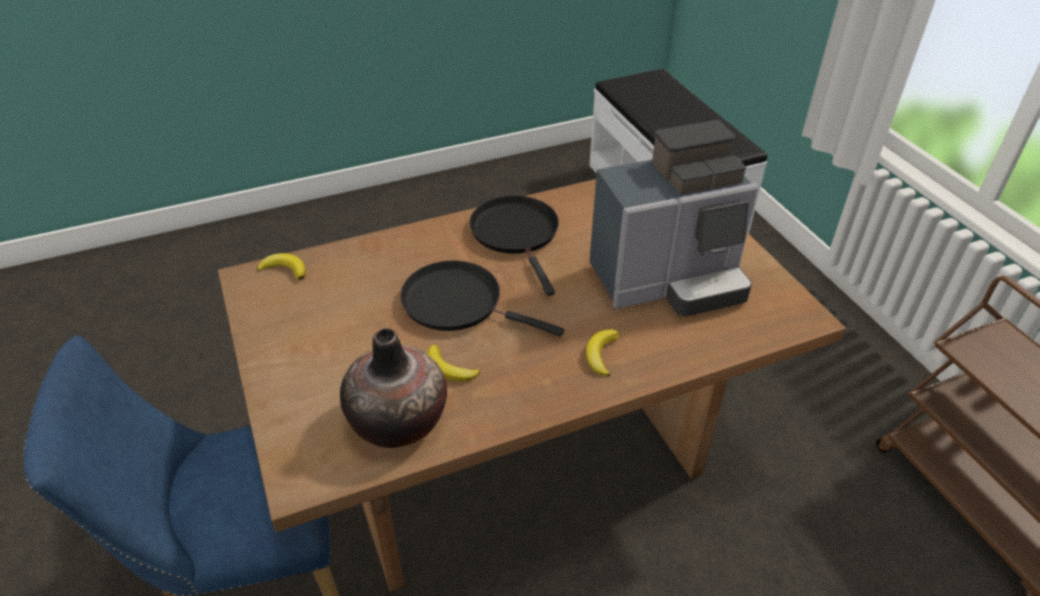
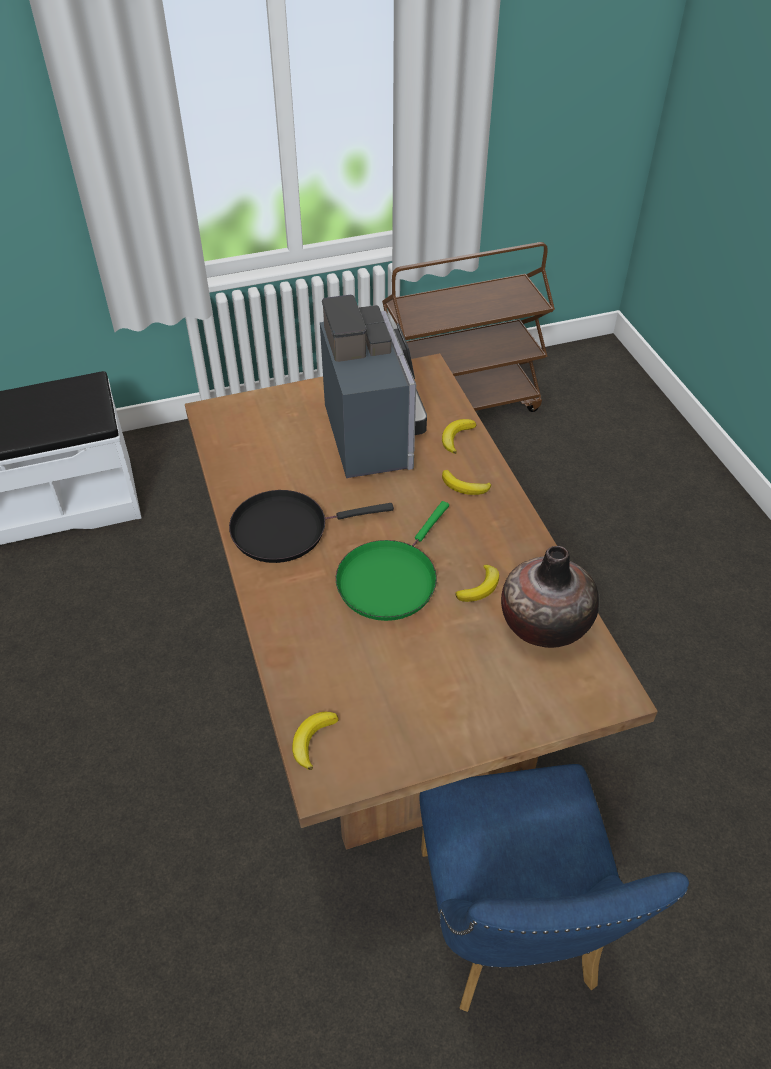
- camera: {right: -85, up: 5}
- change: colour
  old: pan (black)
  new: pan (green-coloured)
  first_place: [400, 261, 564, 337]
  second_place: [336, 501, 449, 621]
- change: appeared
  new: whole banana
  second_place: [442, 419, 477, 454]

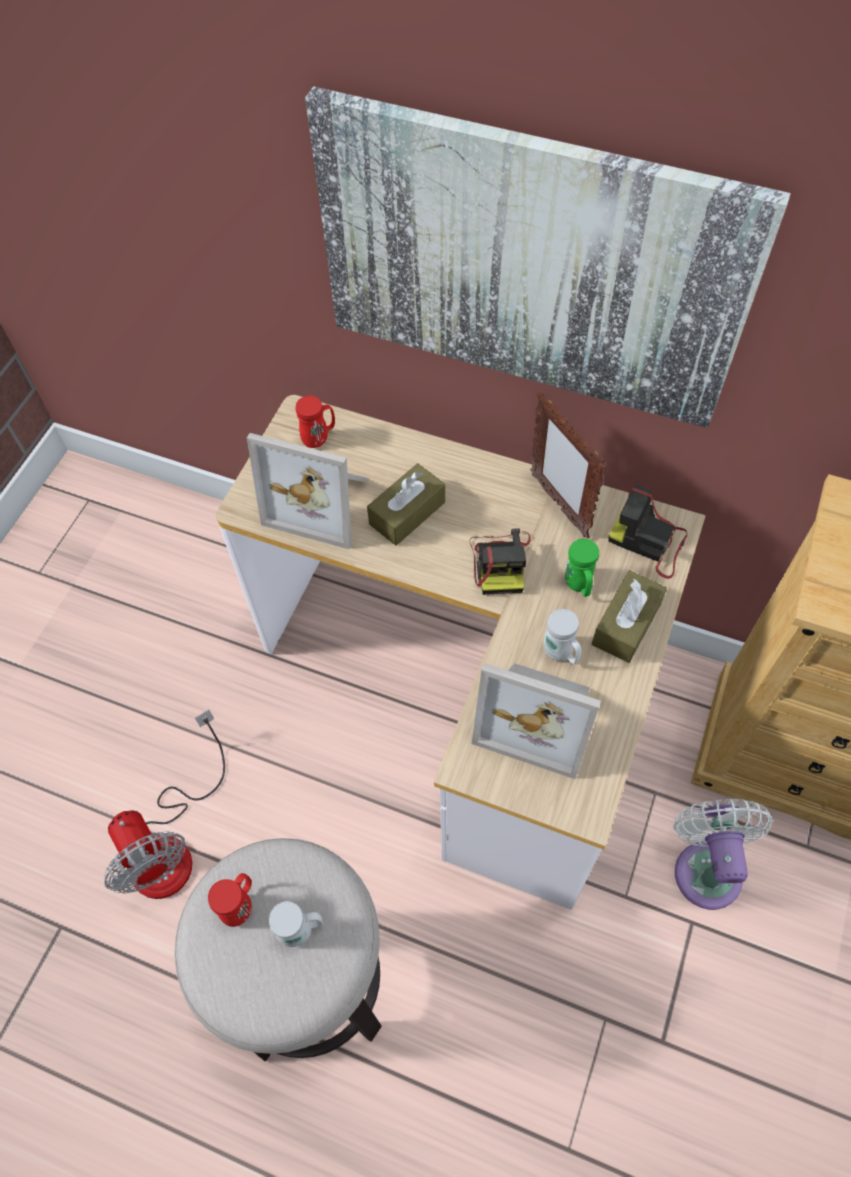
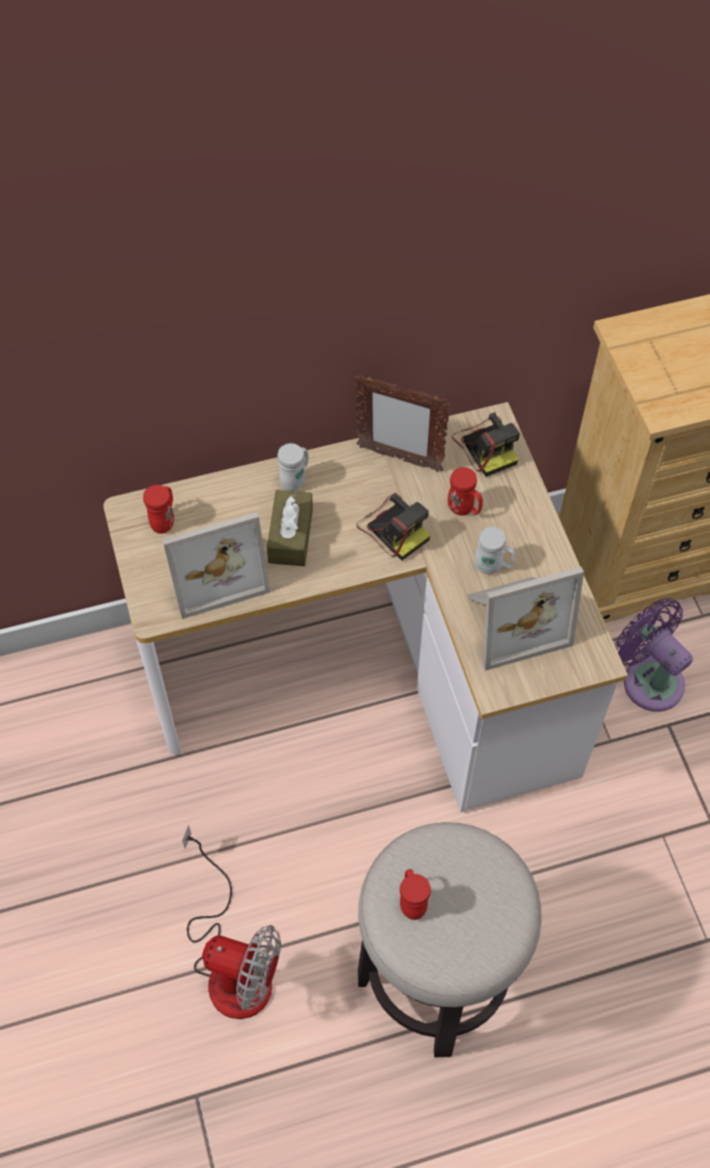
- camera: {right: -40, up: 0}
- change: relocated
  old: tea mug (white-coloured)
  first_place: [269, 901, 323, 947]
  second_place: [277, 443, 309, 491]
- change: colour
  old: tea mug (green-coloured)
  new: tea mug (reddish)
  first_place: [565, 539, 599, 597]
  second_place: [448, 467, 483, 516]
- change: spun
  old: still camera
  first_place: [609, 484, 688, 579]
  second_place: [452, 412, 520, 477]
  degrees: -105
- change: colour
  old: cooling fan (white-coloured)
  new: cooling fan (purple)
  first_place: [673, 799, 773, 910]
  second_place: [615, 598, 693, 712]
- change: missing
  old: wall picture
  first_place: [305, 86, 791, 428]
- change: missing
  old: box of tissues (brown-coloured)
  first_place: [592, 570, 667, 663]

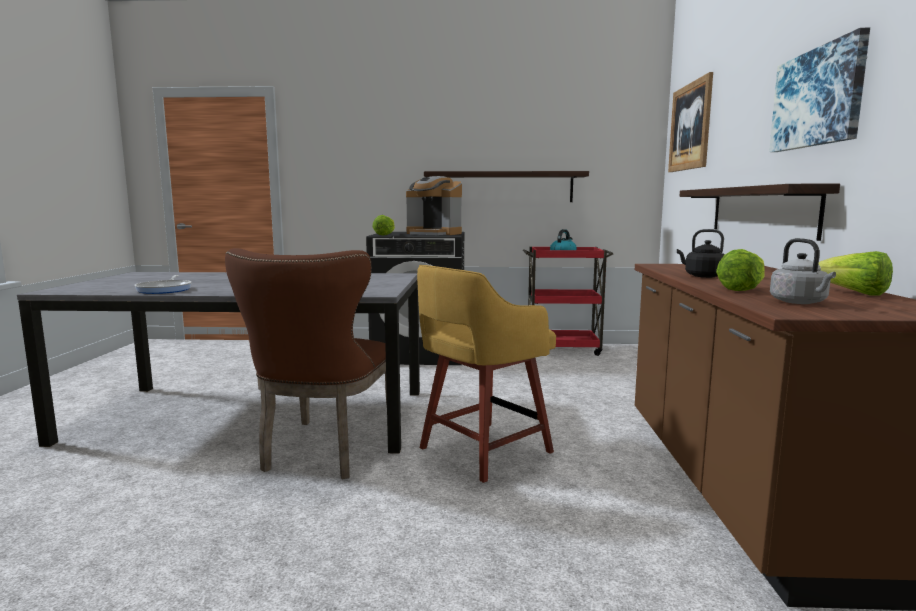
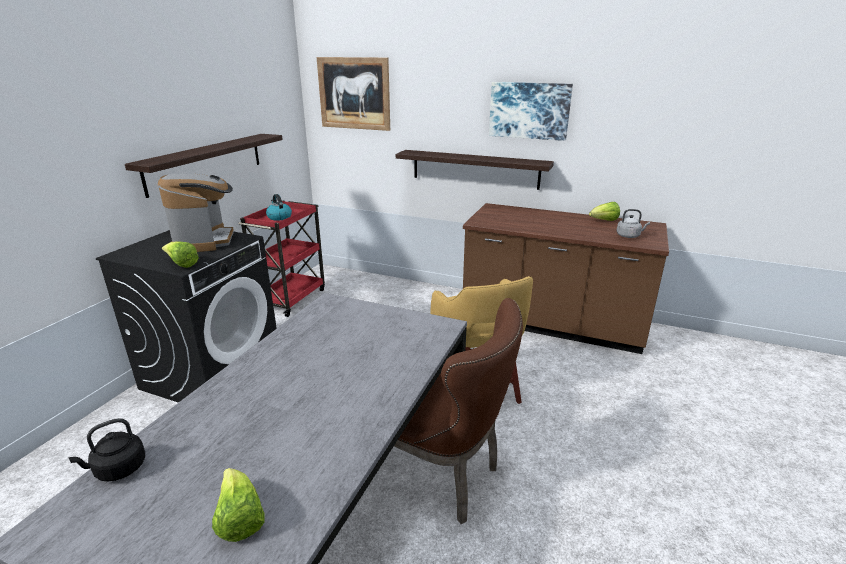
- camera: {right: -70, up: 15}
- change: relocated
  old: tea kettle (black)
  first_place: [677, 229, 725, 278]
  second_place: [68, 418, 145, 482]
- change: spun
  old: coffee brewer
  first_place: [406, 176, 462, 235]
  second_place: [158, 174, 234, 252]
  degrees: -60
- change: relocated
  old: lettuce head
  first_place: [716, 249, 765, 291]
  second_place: [212, 468, 265, 542]
- change: missing
  old: pan
  first_place: [134, 275, 192, 294]

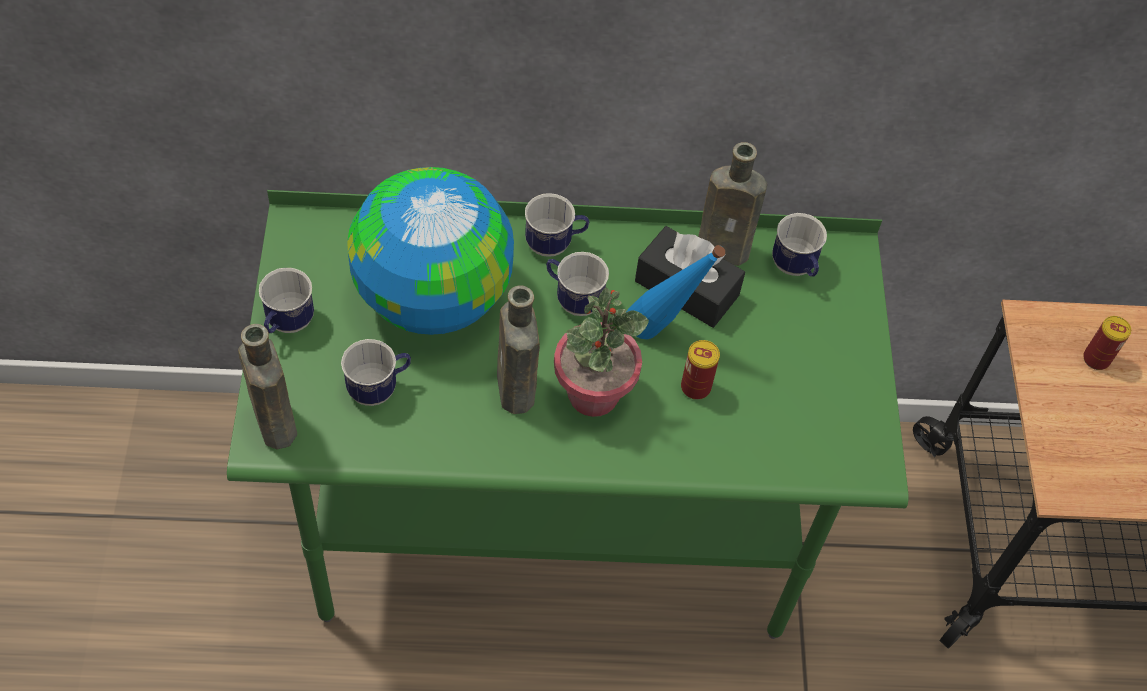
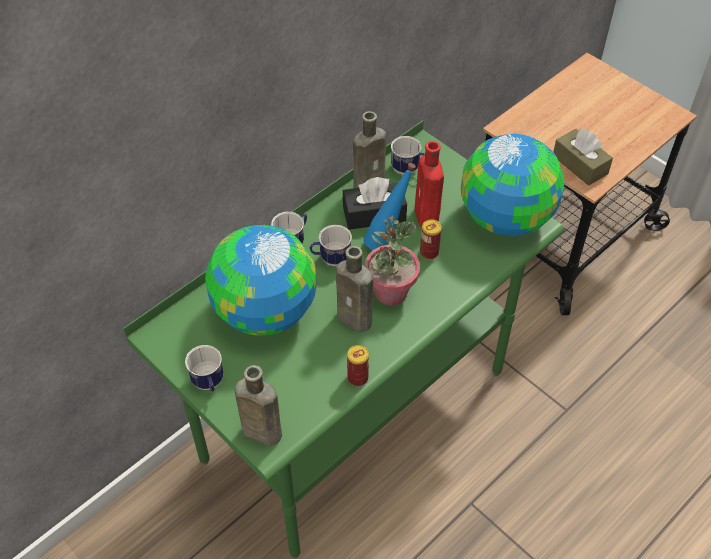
- camera: {right: -40, up: -5}
- change: relocated
  old: sealed can
  first_place: [1083, 316, 1131, 370]
  second_place: [347, 345, 369, 386]
- change: appeared
  new: beverage bottle (reddish)
  second_place: [414, 141, 444, 227]
- change: appeared
  new: desk globe
  second_place: [461, 134, 565, 236]
- change: appeared
  new: box of tissues (brown-coloured)
  second_place: [553, 128, 613, 186]
- change: missing
  old: tea mug
  first_place: [341, 339, 411, 406]

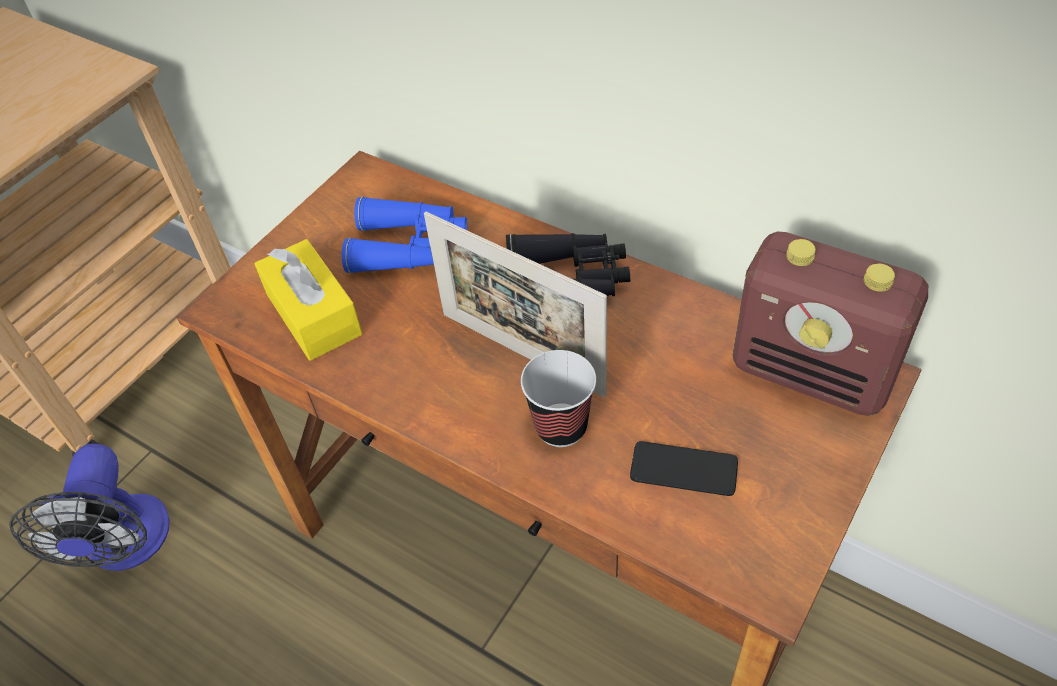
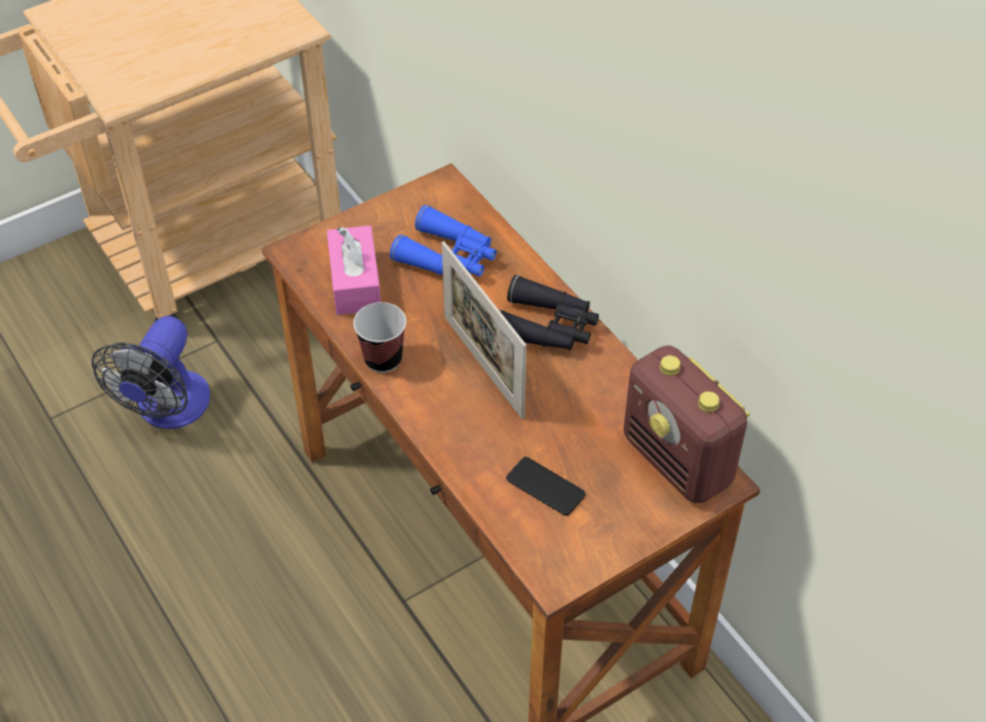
- camera: {right: 20, up: 0}
- change: colour
  old: box of tissues (yellowish)
  new: box of tissues (pink-coloured)
  first_place: [255, 239, 363, 361]
  second_place: [327, 225, 381, 315]
- change: relocated
  old: drinking cup
  first_place: [521, 350, 596, 447]
  second_place: [353, 302, 406, 373]

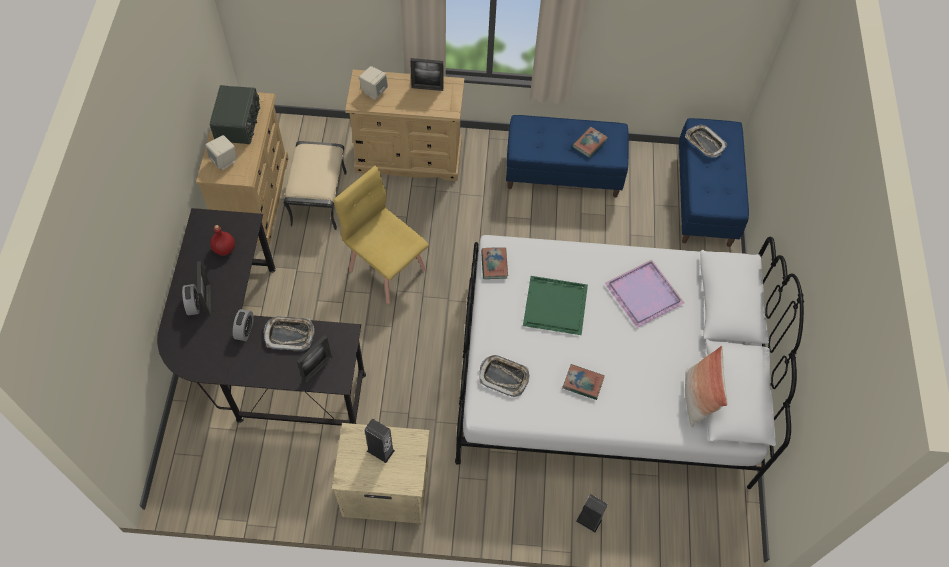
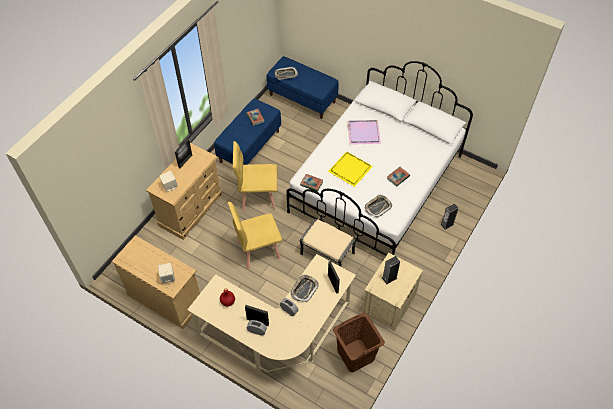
- camera: {right: -60, up: -5}
- change: colour
  old: desk (black)
  new: desk (beige-coloured)
  first_place: [157, 208, 366, 426]
  second_place: [187, 254, 356, 375]
- change: appeared
  new: plain chair (yellowish)
  second_place: [233, 141, 278, 211]
- change: relocated
  old: ottoman (beige-coloured)
  first_place: [284, 141, 347, 230]
  second_place: [300, 218, 357, 267]
- change: colour
  old: serving tray (green-coloured)
  new: serving tray (yellowish)
  first_place: [523, 276, 588, 335]
  second_place: [328, 151, 373, 187]
- change: appeared
  new: washing basket (brown-coloured)
  second_place: [333, 313, 385, 372]
- change: missing
  old: radio receiver
  first_place: [210, 85, 260, 144]
- change: missing
  old: pillow
  first_place: [685, 346, 728, 427]

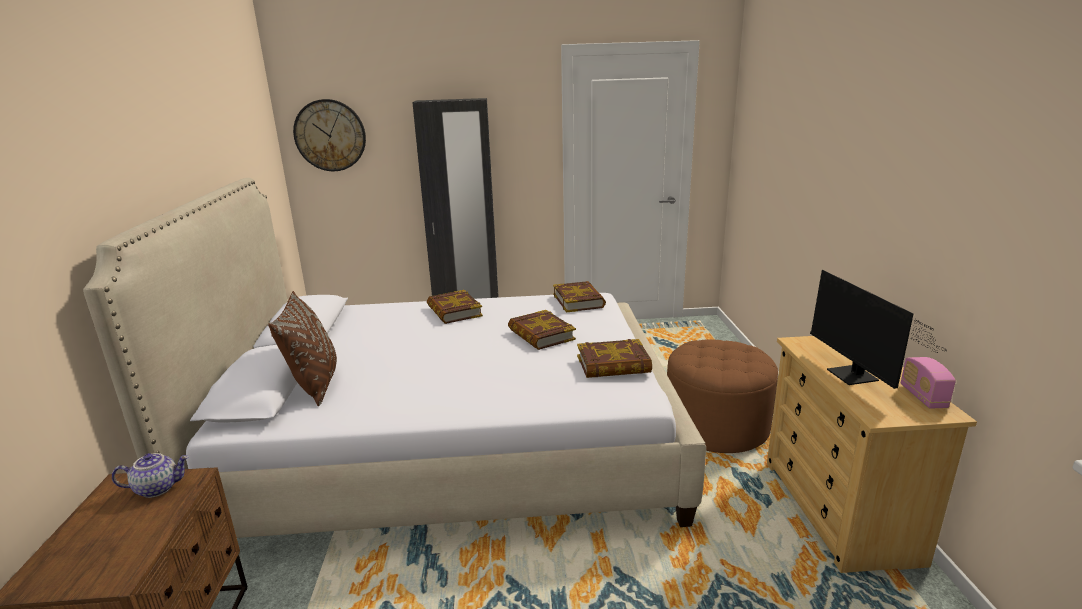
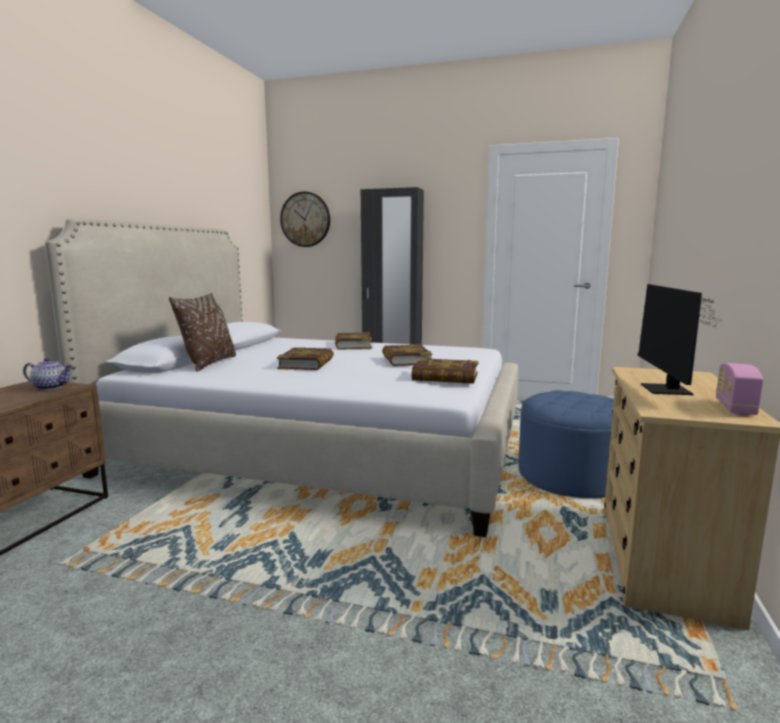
- camera: {right: 20, up: -10}
- change: relocated
  old: bound book
  first_place: [553, 281, 606, 313]
  second_place: [277, 347, 334, 370]
- change: colour
  old: ottoman (brown-coloured)
  new: ottoman (bluish)
  first_place: [667, 339, 778, 453]
  second_place: [518, 390, 614, 498]

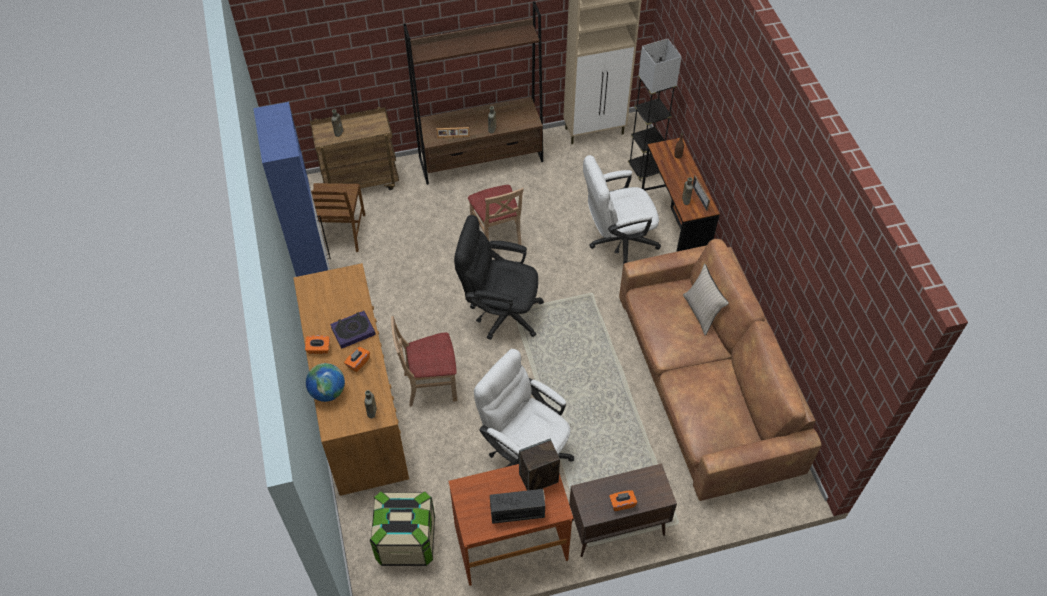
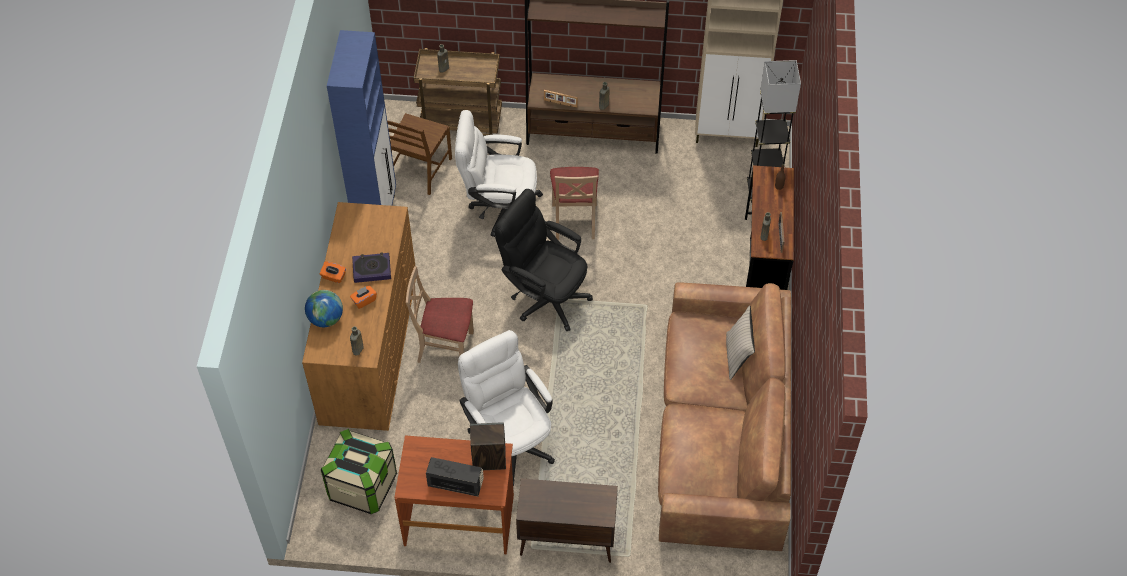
- camera: {right: 20, up: 0}
- change: relocated
  old: computer chair (white-coloured)
  first_place: [583, 155, 661, 265]
  second_place: [455, 110, 543, 237]
- change: missing
  old: box of tissues (orange-coloured)
  first_place: [609, 490, 637, 511]

